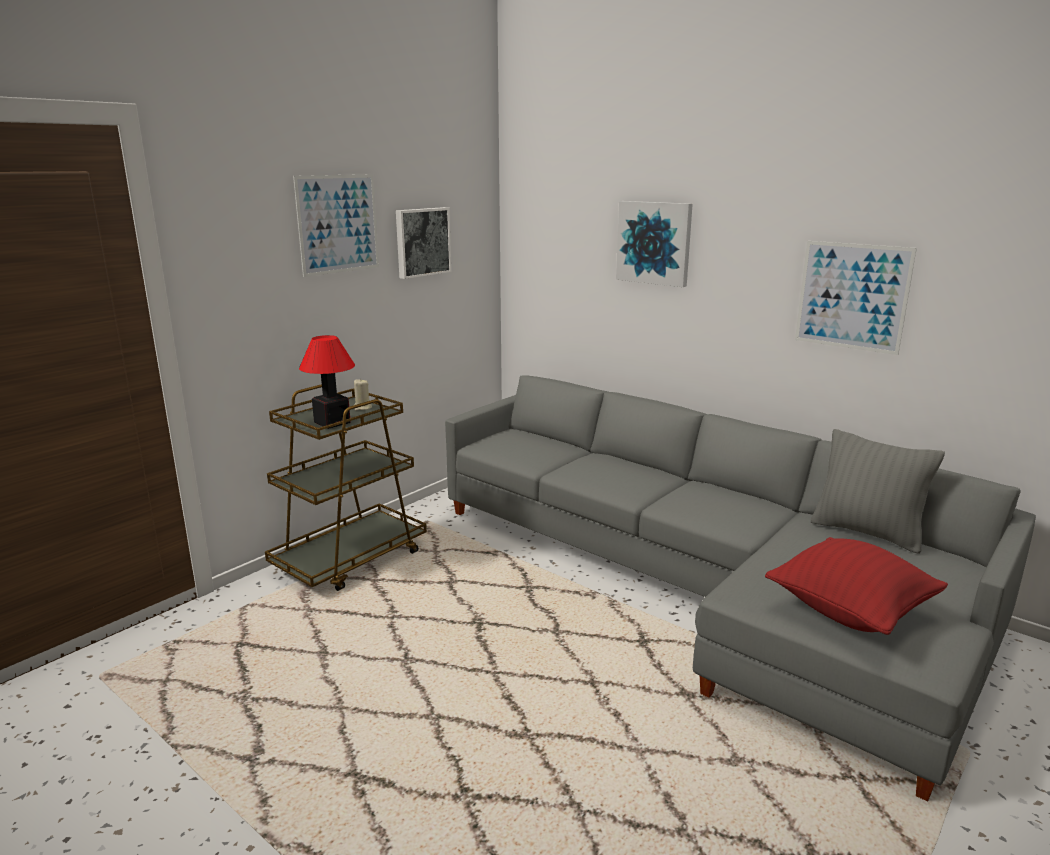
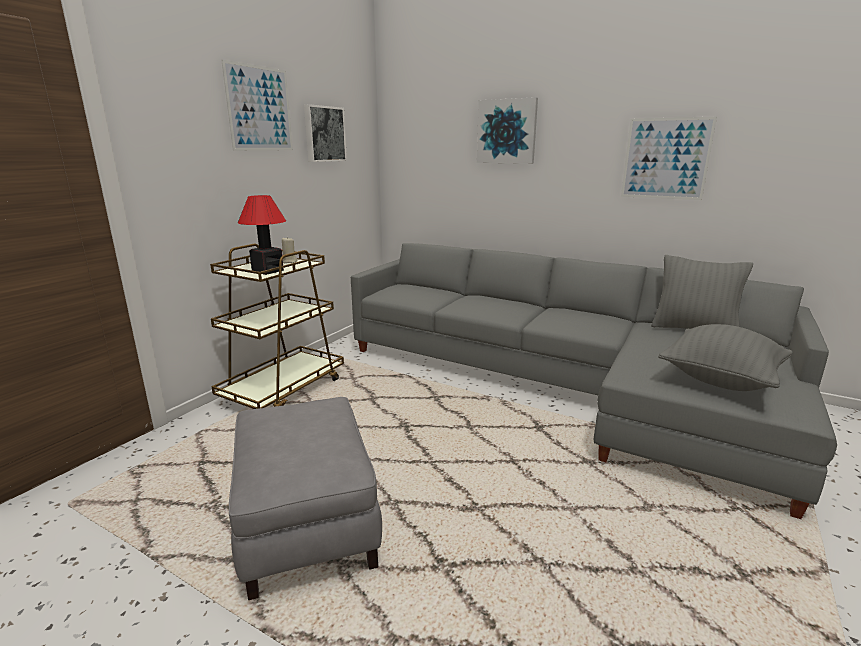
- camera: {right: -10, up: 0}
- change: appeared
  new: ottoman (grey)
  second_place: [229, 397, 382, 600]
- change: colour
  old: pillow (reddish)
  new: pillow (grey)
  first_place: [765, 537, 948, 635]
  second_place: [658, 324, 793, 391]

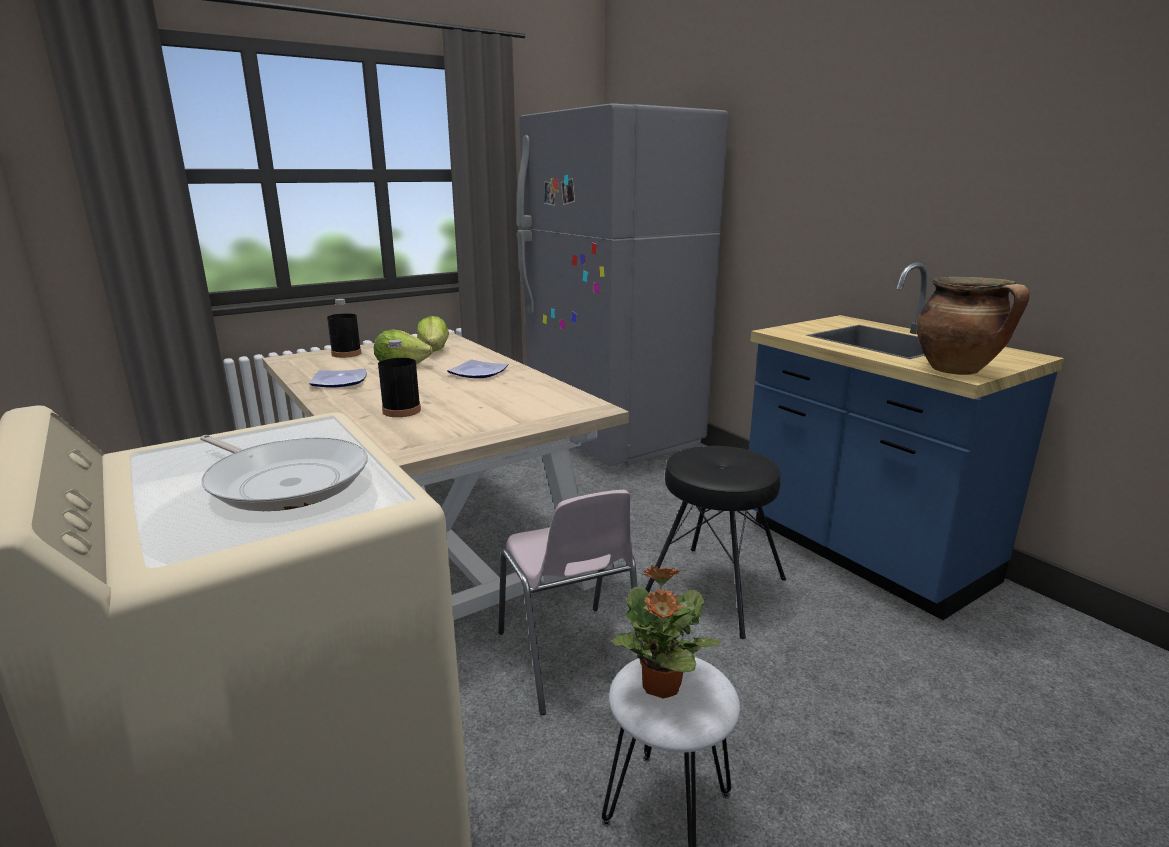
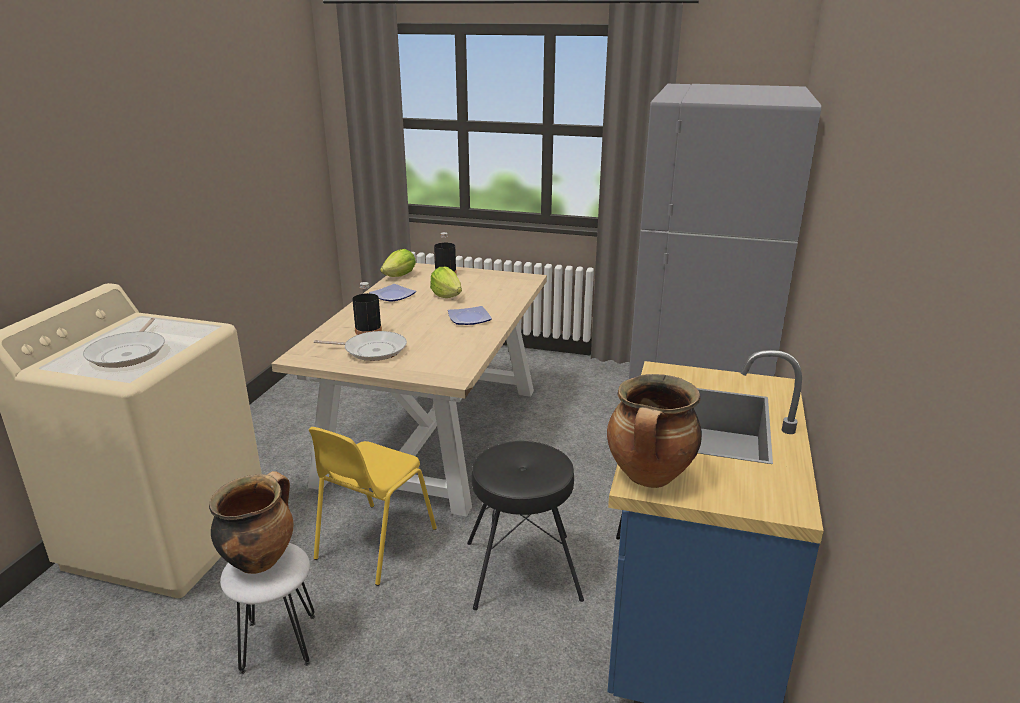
- camera: {right: 50, up: 5}
- change: exchanged
  old: plant in a pot
  new: stockpot
  first_place: [611, 566, 721, 699]
  second_place: [209, 471, 293, 574]
- change: colour
  old: plain chair (pink-coloured)
  new: plain chair (yellowish)
  first_place: [498, 490, 639, 715]
  second_place: [309, 427, 437, 586]
- change: appeared
  new: pan
  second_place: [314, 331, 407, 361]
- change: relocated
  old: lettuce head
  first_place: [417, 316, 449, 352]
  second_place: [380, 249, 416, 277]

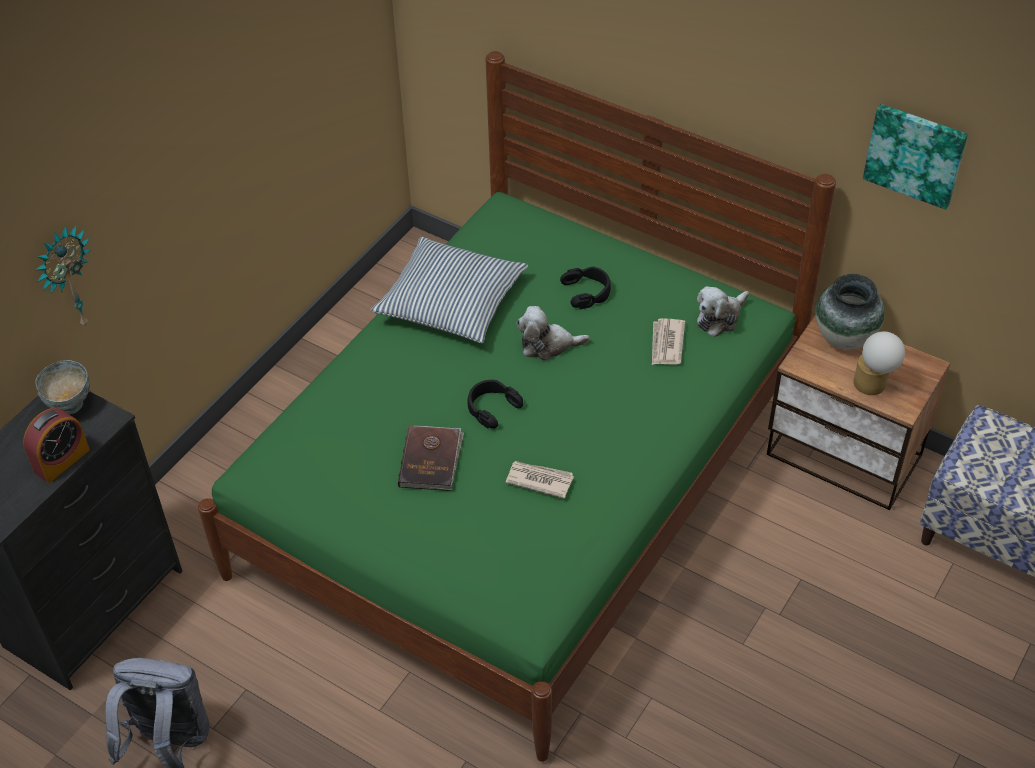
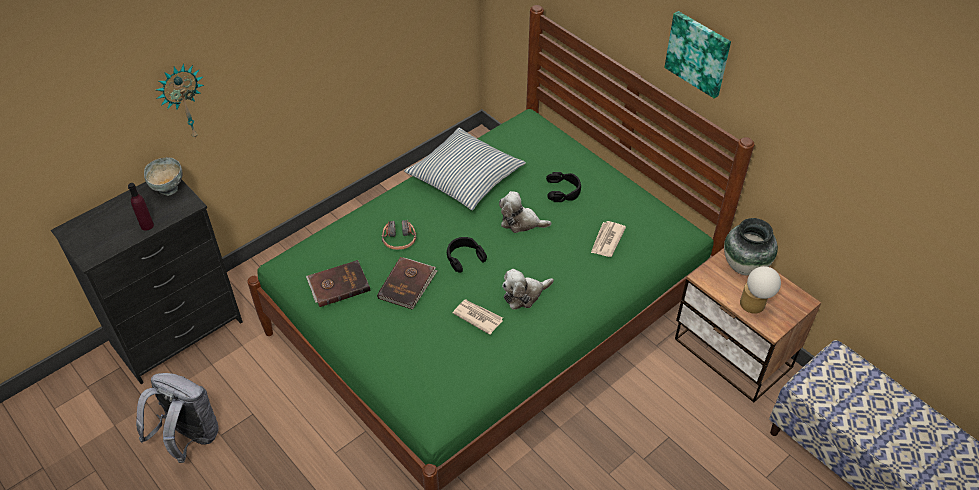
- camera: {right: 15, up: 0}
- change: exchanged
  old: alarm clock
  new: beverage bottle (purple)
  first_place: [23, 408, 90, 483]
  second_place: [128, 183, 154, 231]
- change: appeared
  new: bound book (brown-coloured)
  second_place: [306, 260, 370, 307]
- change: appeared
  new: headset
  second_place: [382, 219, 416, 250]
- change: relocated
  old: soft toy
  first_place: [697, 286, 749, 337]
  second_place: [502, 269, 554, 309]
- change: relocated
  old: wall picture
  first_place: [863, 104, 968, 210]
  second_place: [664, 11, 731, 99]

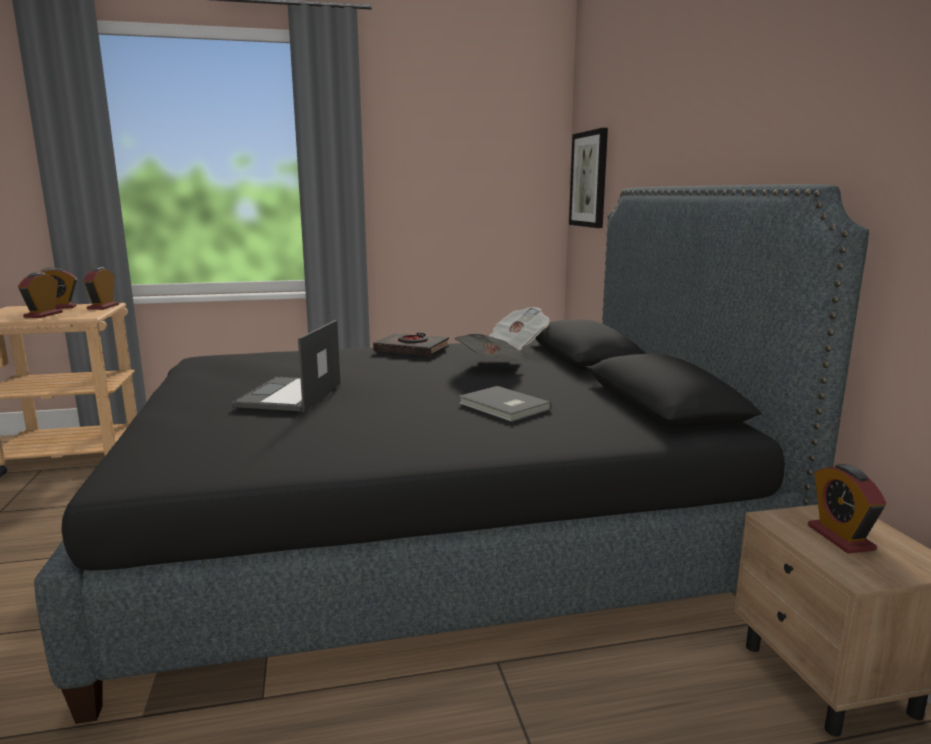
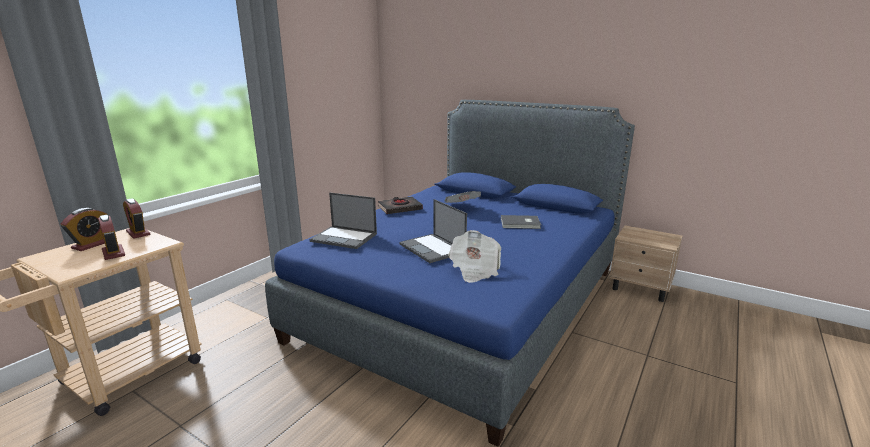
- camera: {right: -45, up: 5}
- change: colour
  old: sleeping bed (black)
  new: sleeping bed (bluish)
  first_place: [34, 184, 869, 724]
  second_place: [265, 100, 635, 447]
- change: appeared
  new: portable computer
  second_place: [309, 193, 377, 249]
- change: relocated
  old: newspaper
  first_place: [489, 307, 550, 350]
  second_place: [448, 230, 501, 283]
- change: missing
  old: wall picture
  first_place: [569, 128, 608, 228]
- change: missing
  old: alarm clock
  first_place: [808, 464, 886, 553]

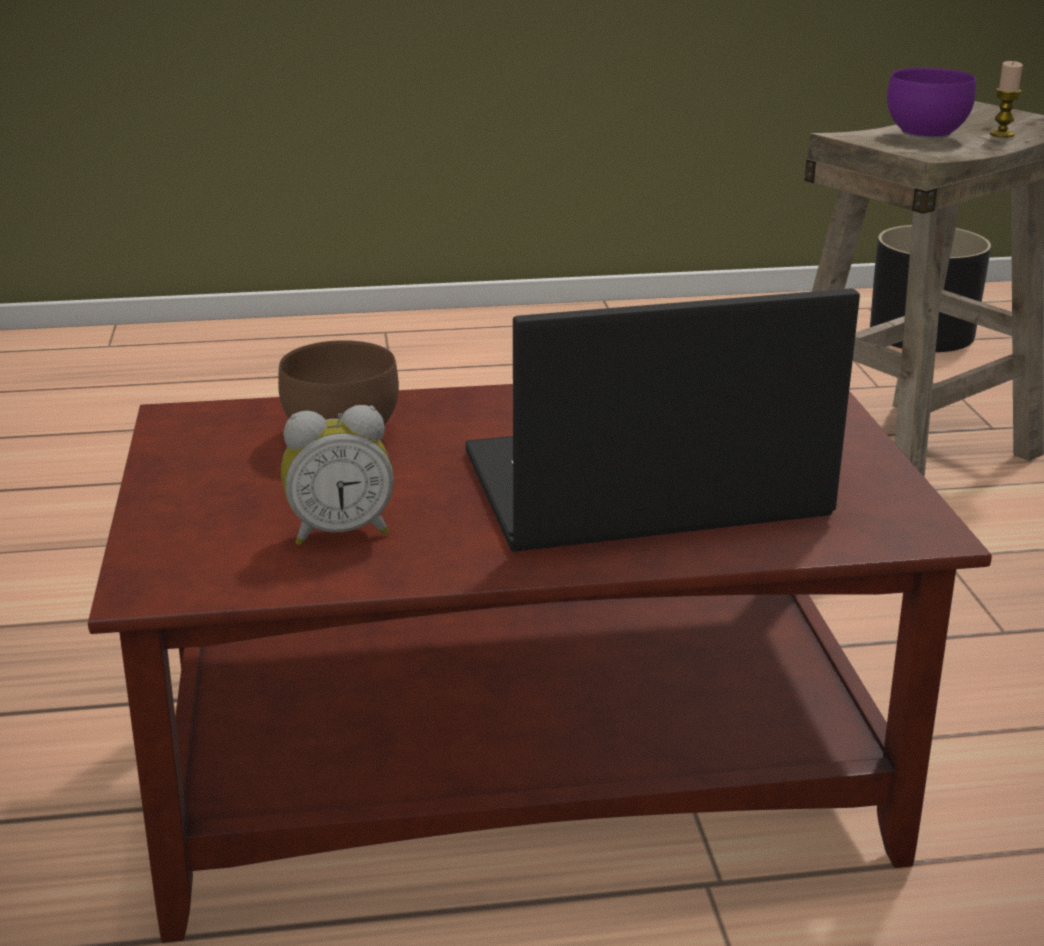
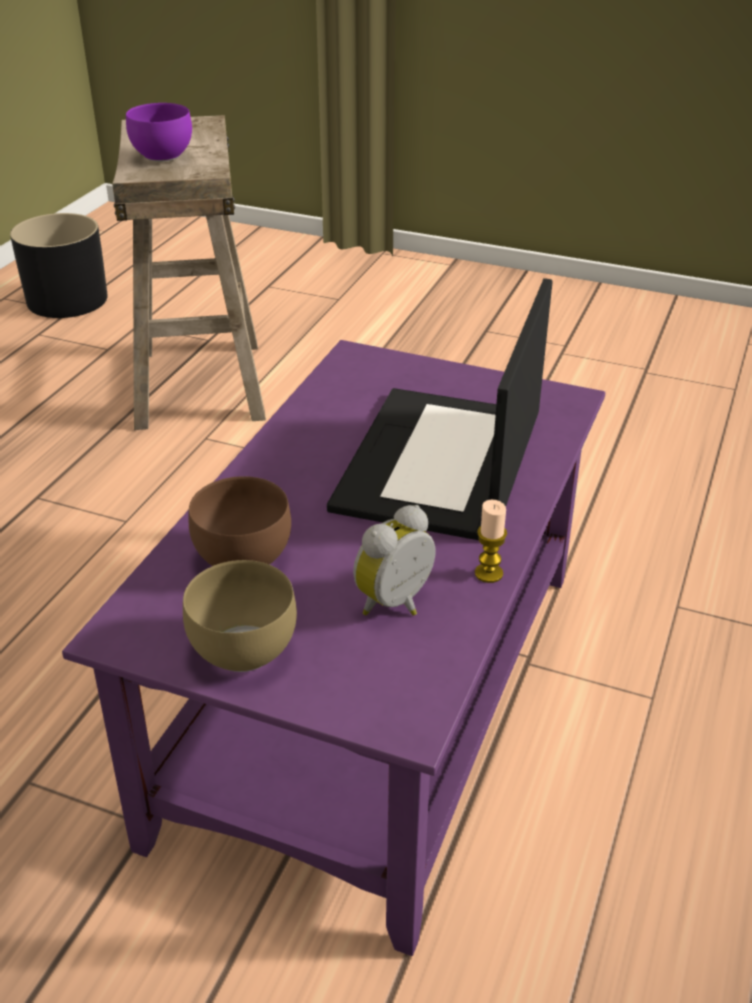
- camera: {right: -60, up: 10}
- change: colour
  old: lounge table (brown-coloured)
  new: lounge table (purple)
  first_place: [88, 384, 992, 943]
  second_place: [62, 340, 605, 956]
- change: appeared
  new: deep dish (brown-coloured)
  second_place: [183, 560, 297, 672]
- change: spun
  old: alarm clock
  first_place: [281, 405, 394, 545]
  second_place: [353, 505, 436, 616]
  degrees: -150
- change: relocated
  old: wax light
  first_place: [990, 61, 1023, 138]
  second_place: [475, 500, 507, 583]

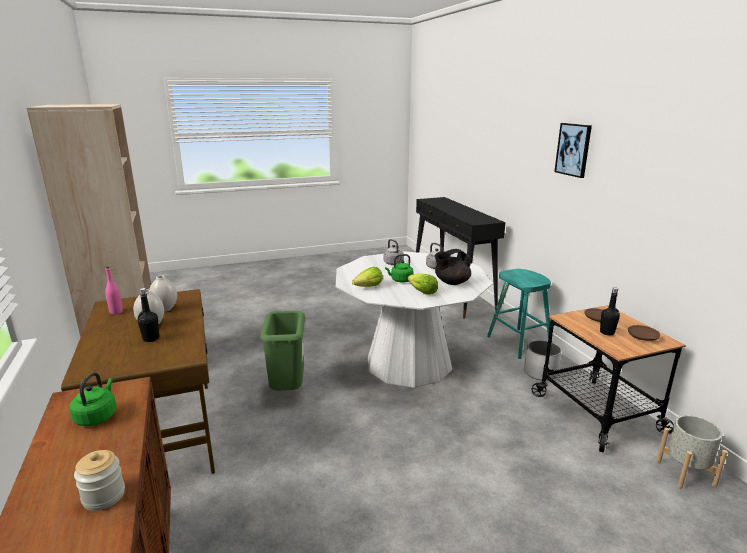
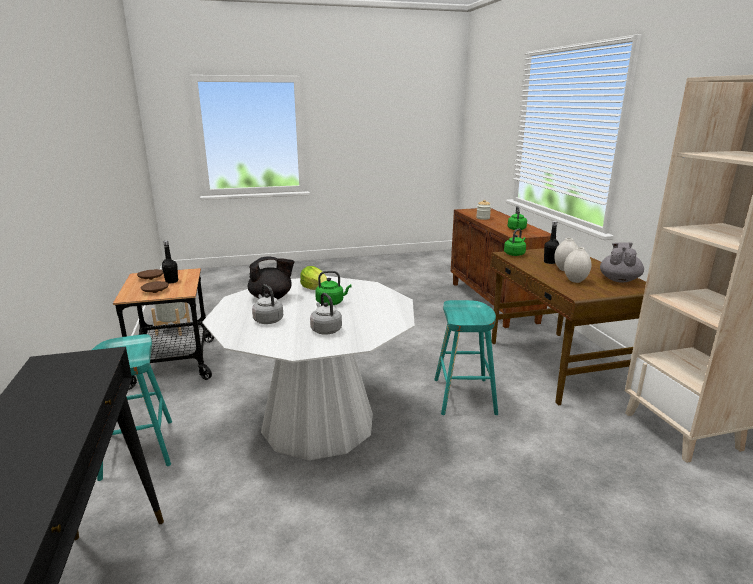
- camera: {right: -175, up: 0}
- change: exchanged
  old: trash can (green-coloured)
  new: sitting stool (turquoise-coloured)
  first_place: [260, 311, 305, 391]
  second_place: [434, 300, 498, 415]
- change: appeared
  new: tea kettle (green-coloured)
  second_place: [504, 229, 526, 256]
- change: exchanged
  old: beverage bottle (pink-coloured)
  new: pot for tea (grey)
  first_place: [105, 267, 123, 315]
  second_place: [600, 242, 644, 282]
- change: missing
  old: lettuce head
  first_place: [352, 267, 383, 287]
- change: missing
  old: planter (white-coloured)
  first_place: [524, 340, 561, 381]
- change: missing
  old: wall picture
  first_place: [554, 123, 592, 178]

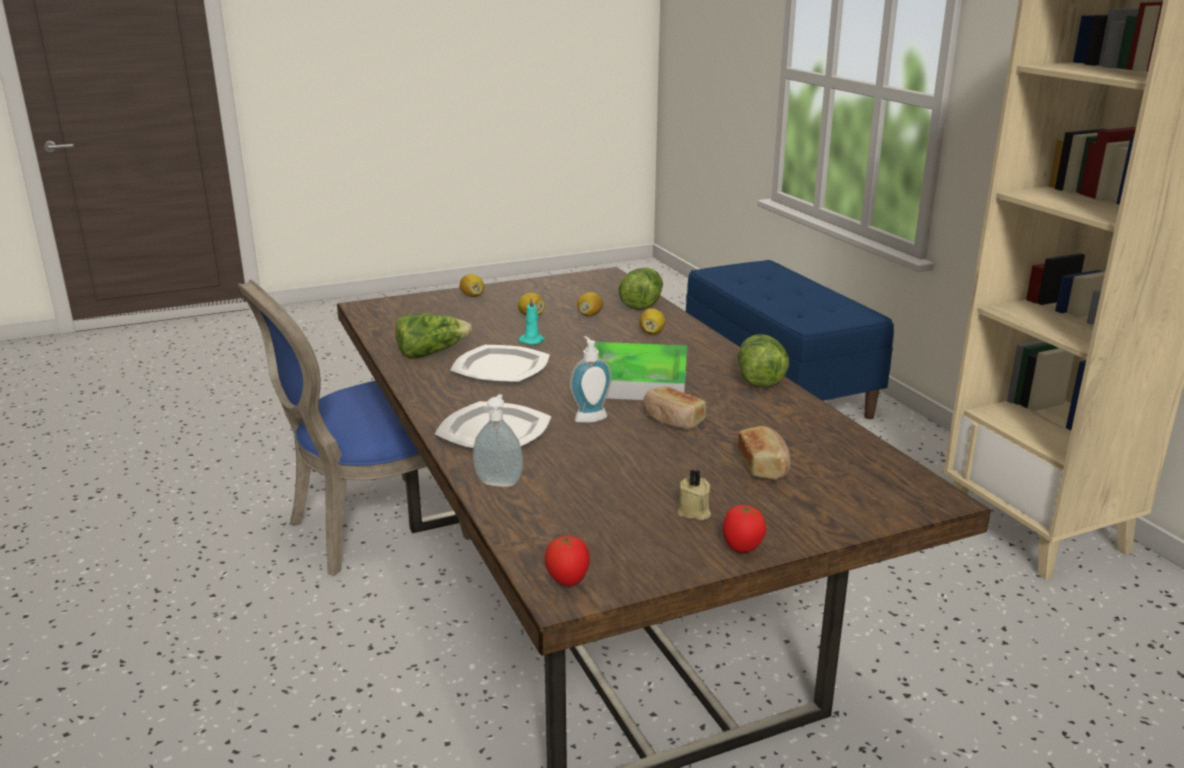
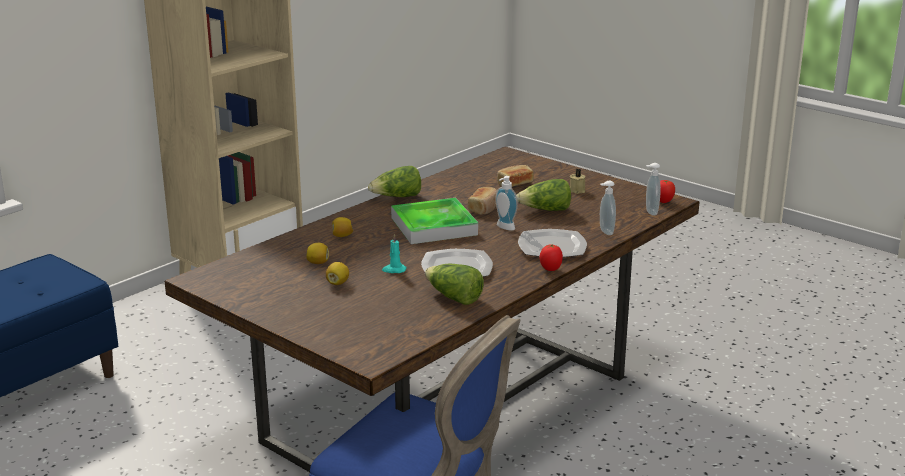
- camera: {right: -115, up: 0}
- change: relocated
  old: lettuce head
  first_place: [619, 268, 663, 310]
  second_place: [516, 179, 571, 211]
- change: relocated
  old: whole tomato
  first_place: [723, 505, 766, 553]
  second_place: [540, 244, 563, 271]
- change: appeared
  new: liquid soap bottle
  second_place: [646, 163, 661, 216]
- change: missing
  old: citrus fruit
  first_place: [459, 274, 484, 297]

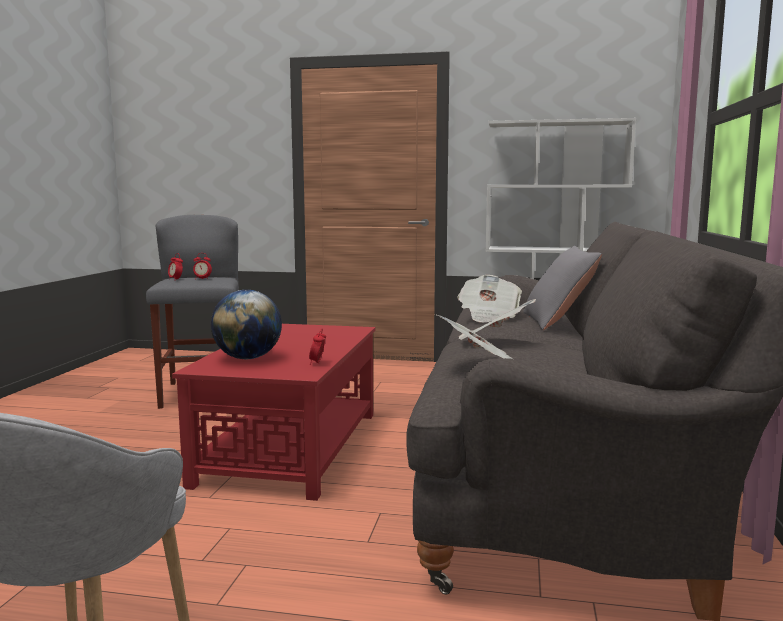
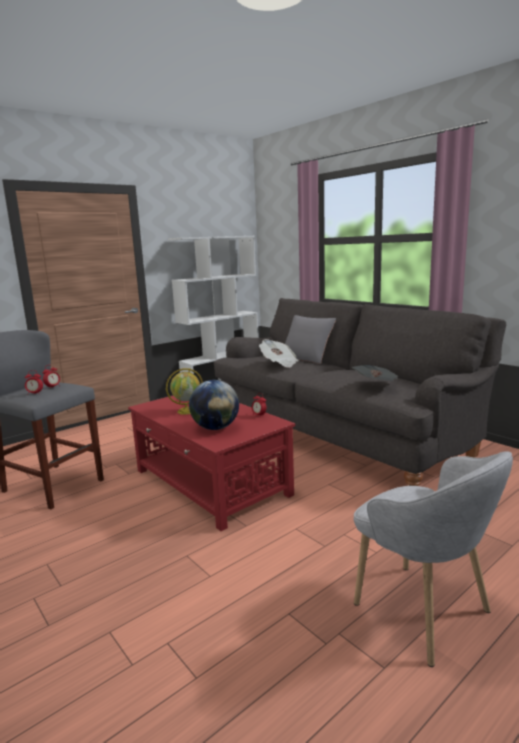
- camera: {right: -50, up: 5}
- change: appeared
  new: desk globe
  second_place: [166, 368, 203, 415]
- change: missing
  old: newspaper
  first_place: [459, 299, 536, 340]

